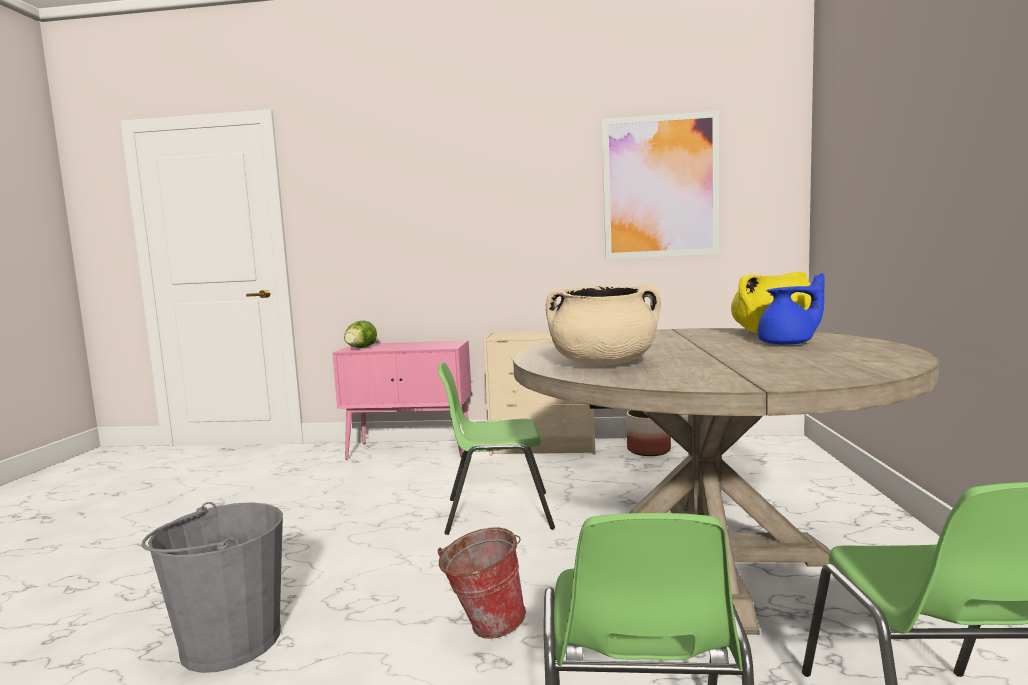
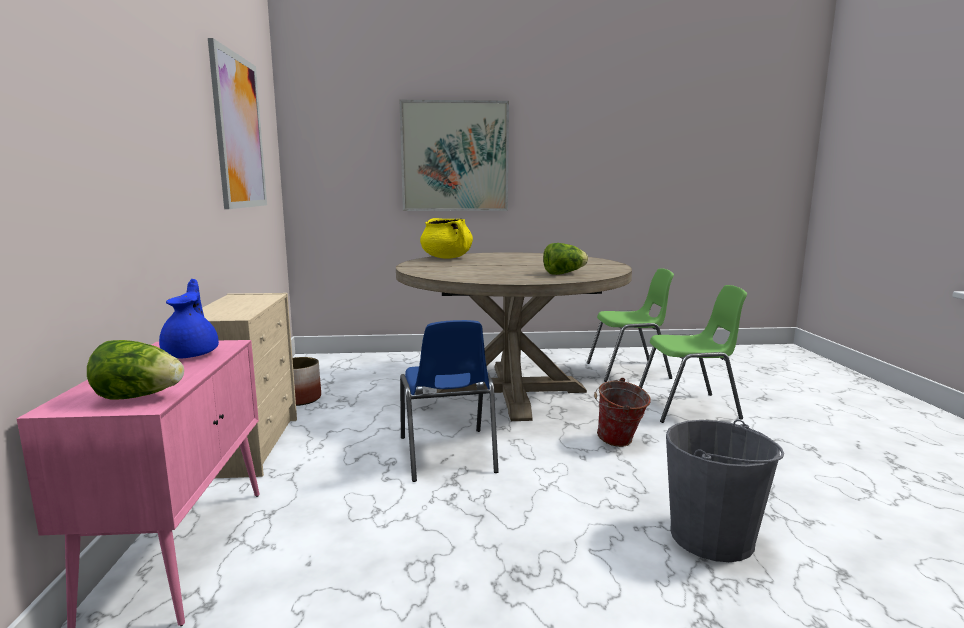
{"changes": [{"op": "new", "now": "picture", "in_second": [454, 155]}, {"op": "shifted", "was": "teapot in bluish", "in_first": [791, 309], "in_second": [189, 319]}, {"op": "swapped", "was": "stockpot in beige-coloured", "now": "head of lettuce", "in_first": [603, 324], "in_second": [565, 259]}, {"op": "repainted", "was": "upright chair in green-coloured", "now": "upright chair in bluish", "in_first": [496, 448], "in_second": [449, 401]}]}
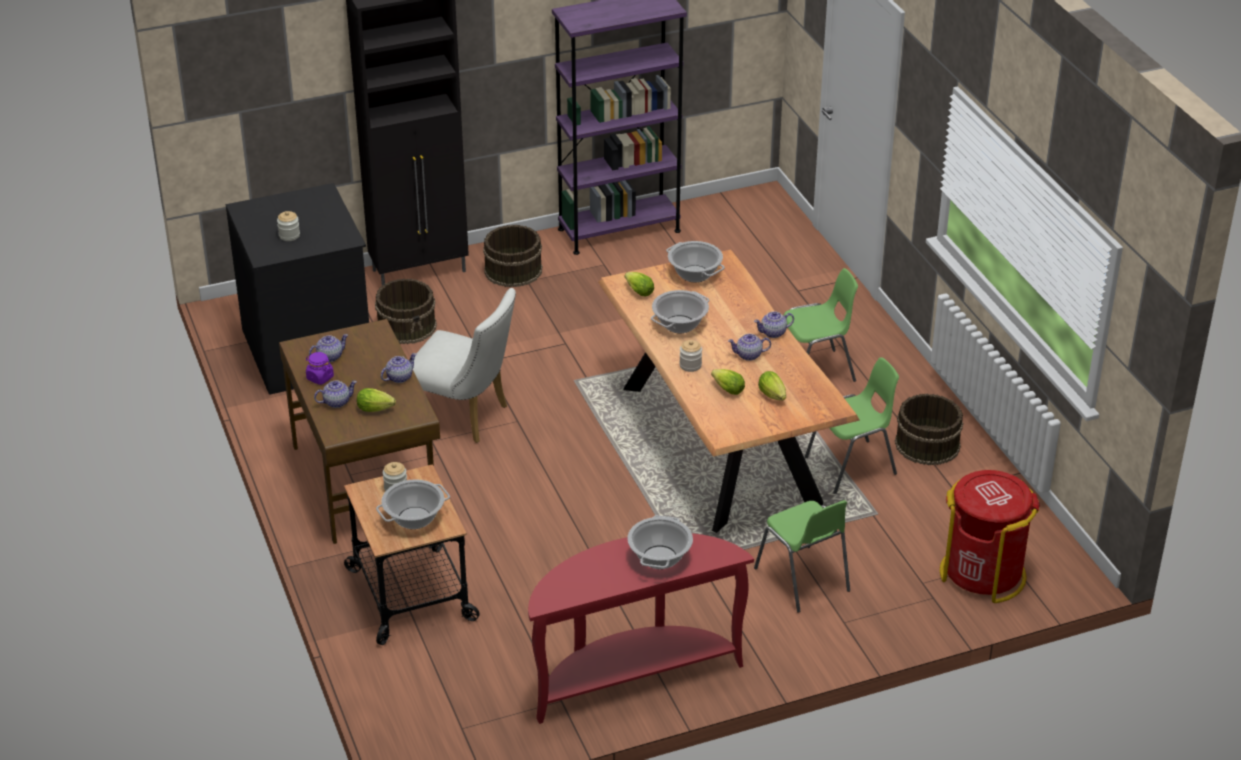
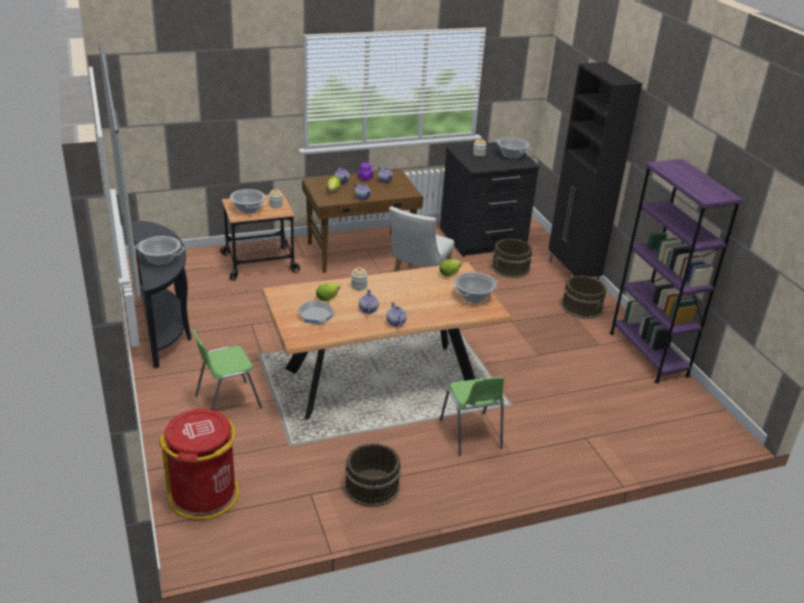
{"changes": [{"op": "gone", "was": "upright chair in green-coloured", "in_first": [852, 425]}, {"op": "shifted", "was": "stockpot", "in_first": [680, 311], "in_second": [513, 148]}, {"op": "swapped", "was": "head of lettuce", "now": "pan", "in_first": [772, 386], "in_second": [316, 312]}, {"op": "repainted", "was": "narrow table in red", "now": "narrow table in black", "in_first": [641, 628], "in_second": [161, 294]}]}
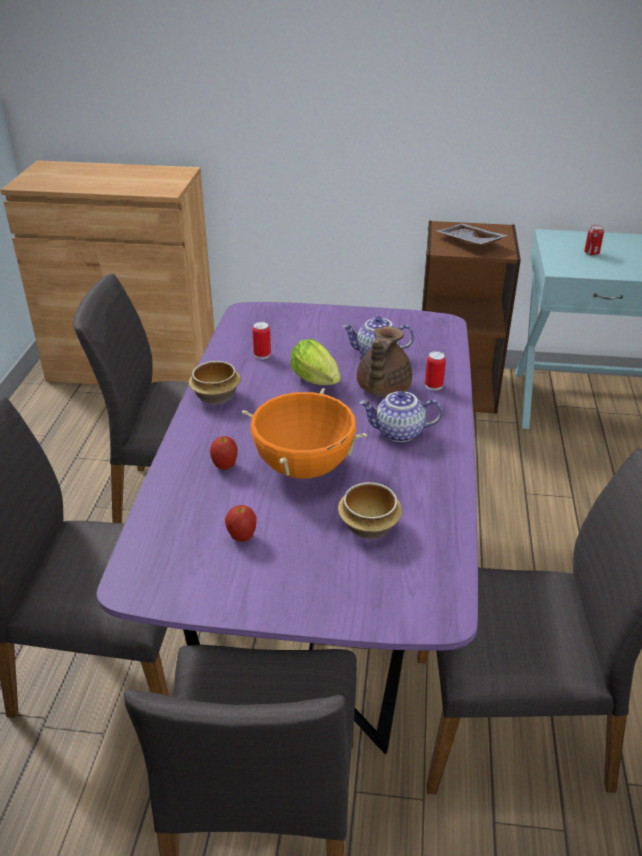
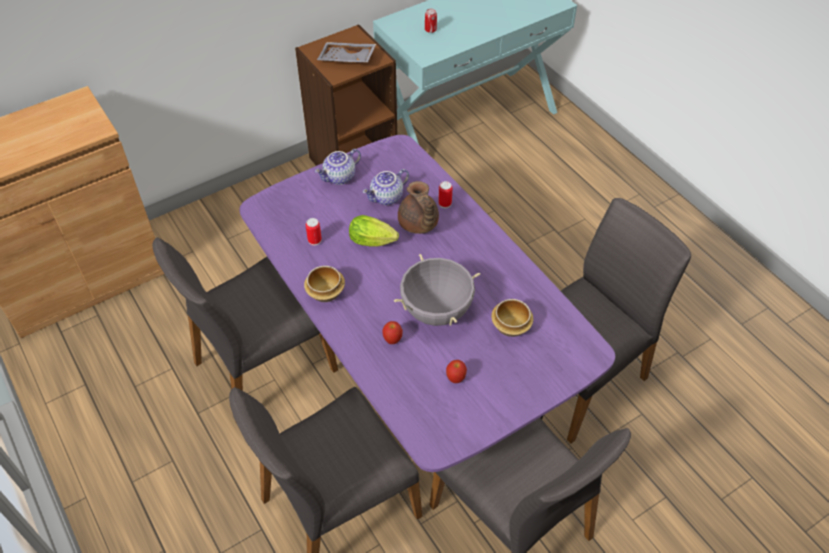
{"changes": [{"op": "shifted", "was": "teapot", "in_first": [400, 416], "in_second": [338, 167]}, {"op": "repainted", "was": "stockpot in orangey", "now": "stockpot in greyish", "in_first": [304, 433], "in_second": [437, 290]}]}
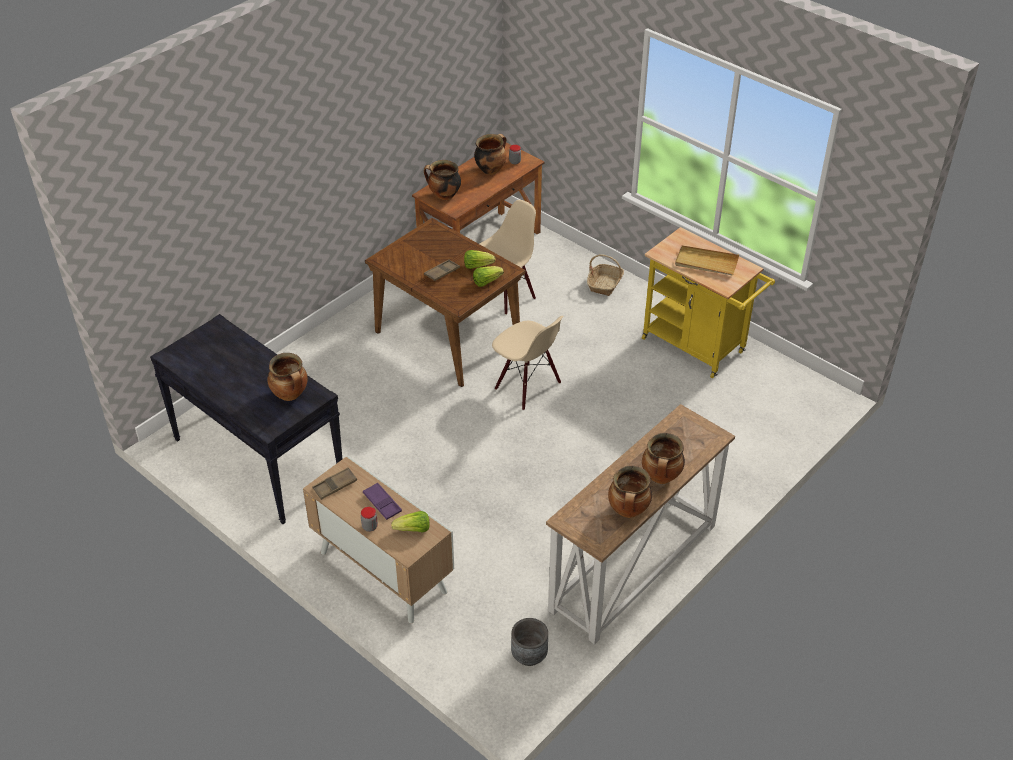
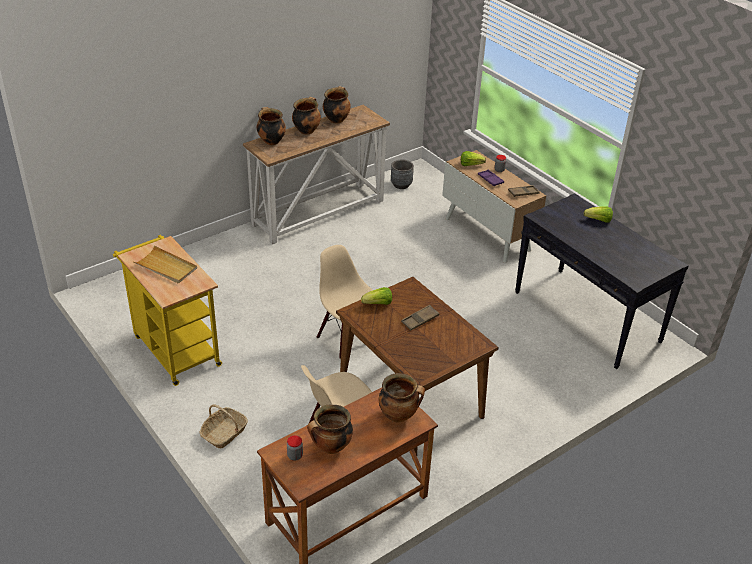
{"changes": [{"op": "shifted", "was": "stockpot", "in_first": [288, 377], "in_second": [271, 126]}, {"op": "shifted", "was": "head of lettuce", "in_first": [479, 259], "in_second": [598, 214]}]}
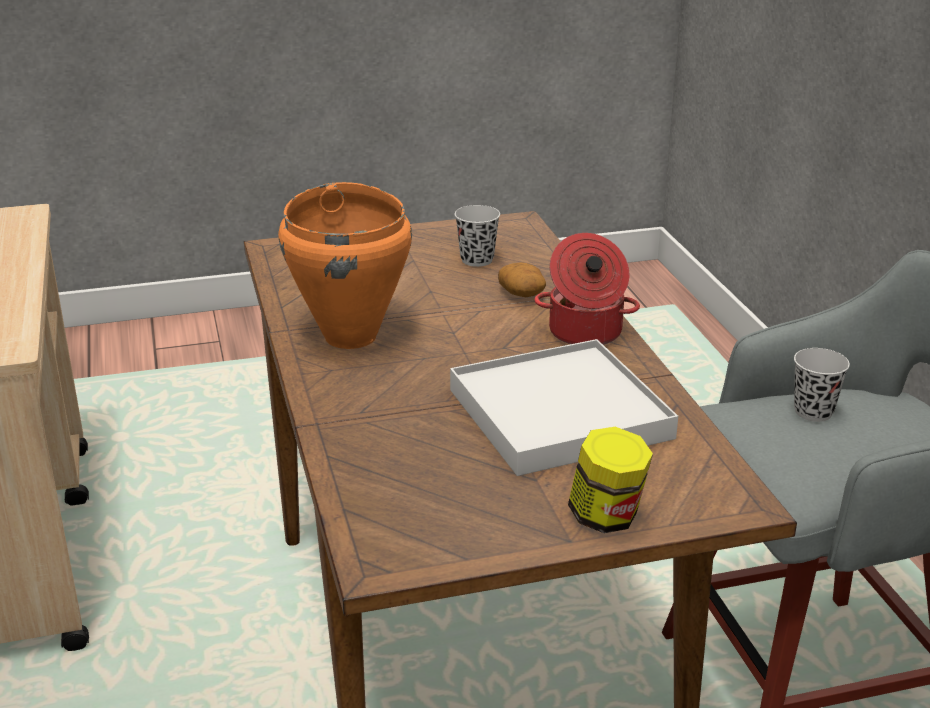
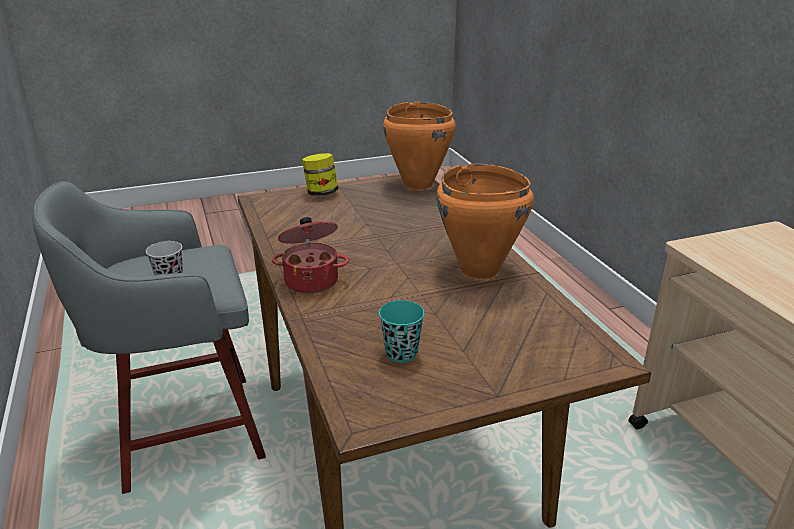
{"changes": [{"op": "gone", "was": "tray in whitish", "in_first": [564, 407]}, {"op": "gone", "was": "potato", "in_first": [522, 279]}, {"op": "new", "now": "stockpot in orangey", "in_second": [419, 146]}, {"op": "repainted", "was": "cup in black", "now": "cup in blue-green", "in_first": [477, 236], "in_second": [401, 331]}]}
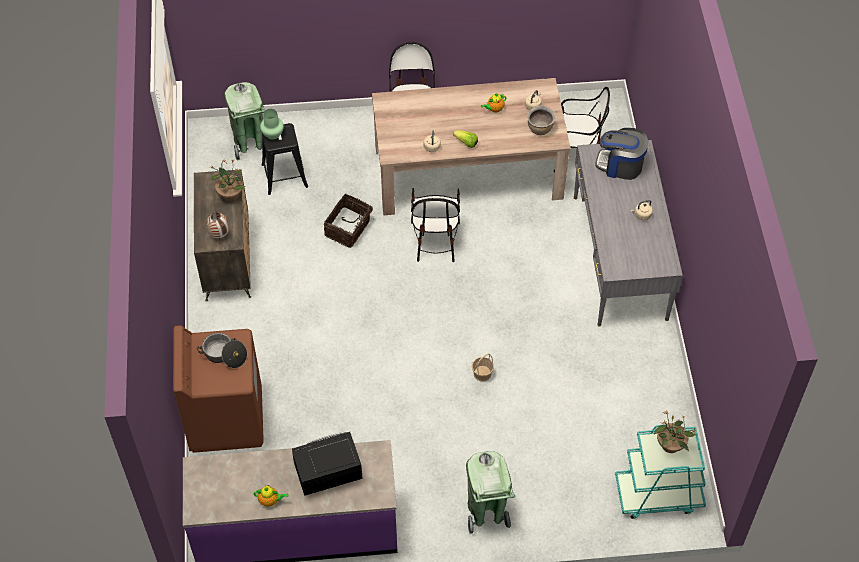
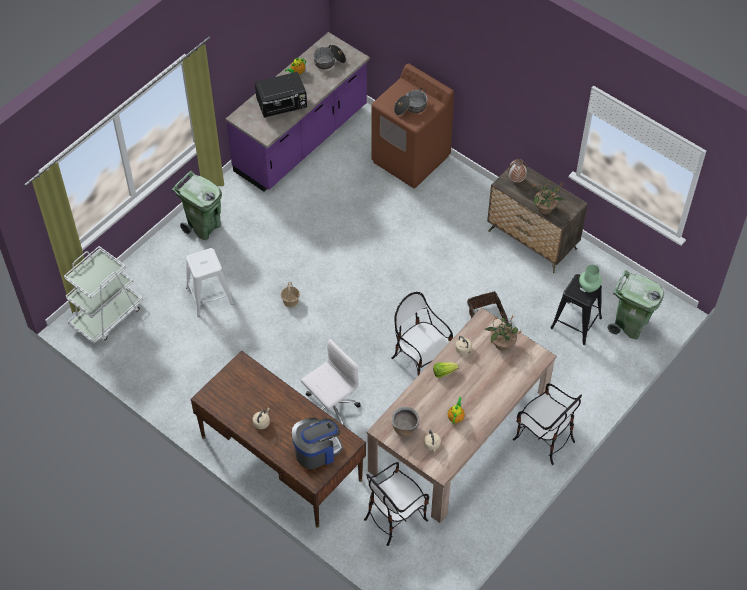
{"changes": [{"op": "new", "now": "stool in whitish", "in_second": [210, 282]}, {"op": "new", "now": "desk chair in whitish", "in_second": [331, 382]}, {"op": "new", "now": "stockpot", "in_second": [329, 57]}, {"op": "shifted", "was": "potted plant", "in_first": [675, 432], "in_second": [503, 331]}, {"op": "repainted", "was": "desk unit in greyish", "now": "desk unit in brown", "in_first": [628, 233], "in_second": [278, 439]}, {"op": "repainted", "was": "trolley in blue-green", "now": "trolley in whitish", "in_first": [660, 471], "in_second": [103, 294]}, {"op": "rotated", "was": "microwave in black", "in_first": [327, 463], "in_second": [281, 95], "clockwise": 45}]}
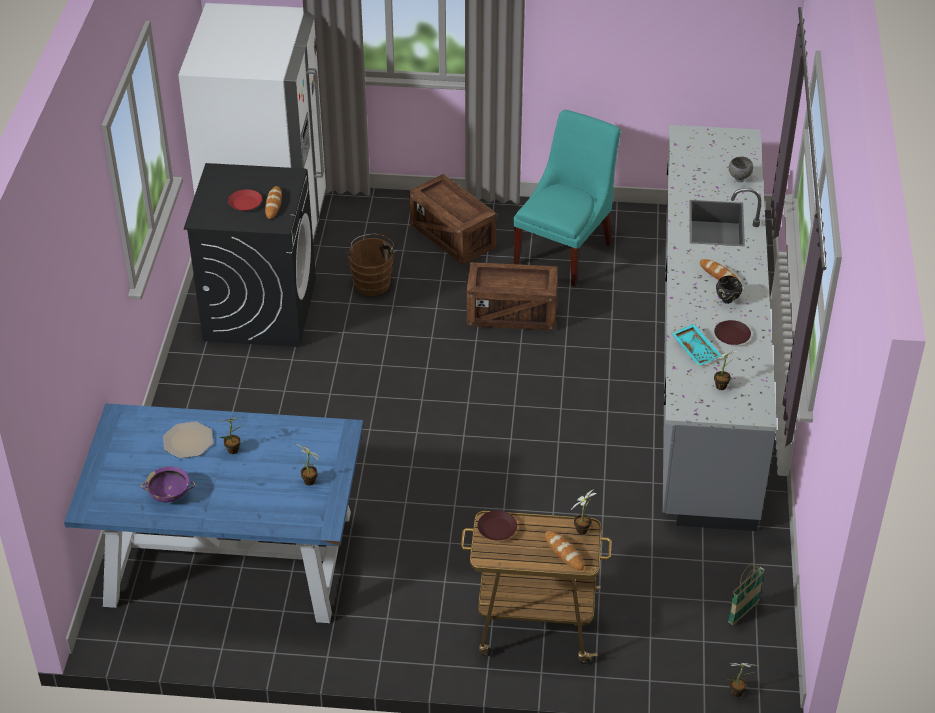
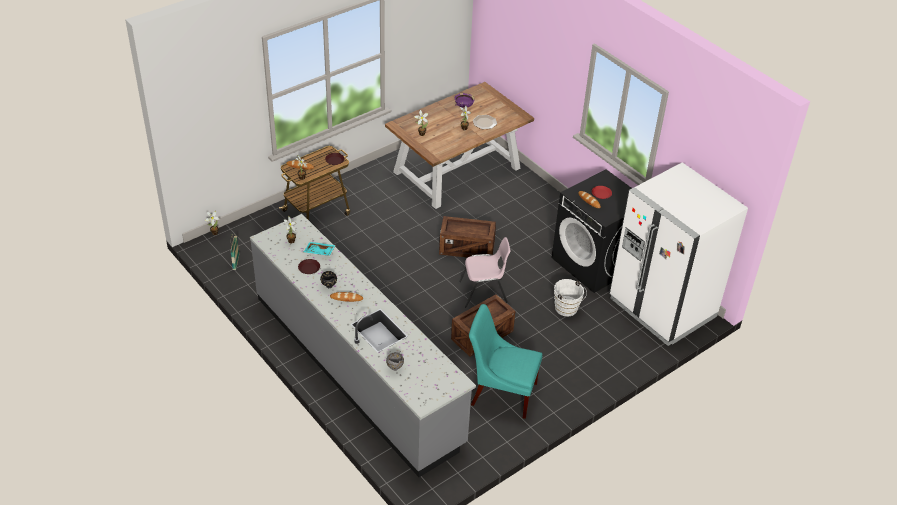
{"changes": [{"op": "new", "now": "upright chair in pinkish", "in_second": [484, 272]}, {"op": "shifted", "was": "packing crate", "in_first": [453, 219], "in_second": [467, 237]}, {"op": "repainted", "was": "dining table in bluish", "now": "dining table in brown", "in_first": [213, 513], "in_second": [459, 145]}, {"op": "repainted", "was": "bucket in brown", "now": "bucket in whitish", "in_first": [371, 265], "in_second": [570, 297]}, {"op": "rotated", "was": "upright chair in blue-green", "in_first": [567, 198], "in_second": [505, 361], "clockwise": 120}]}
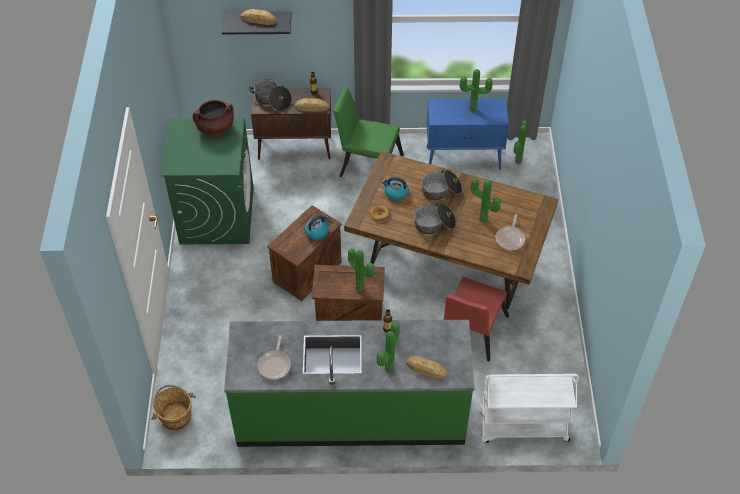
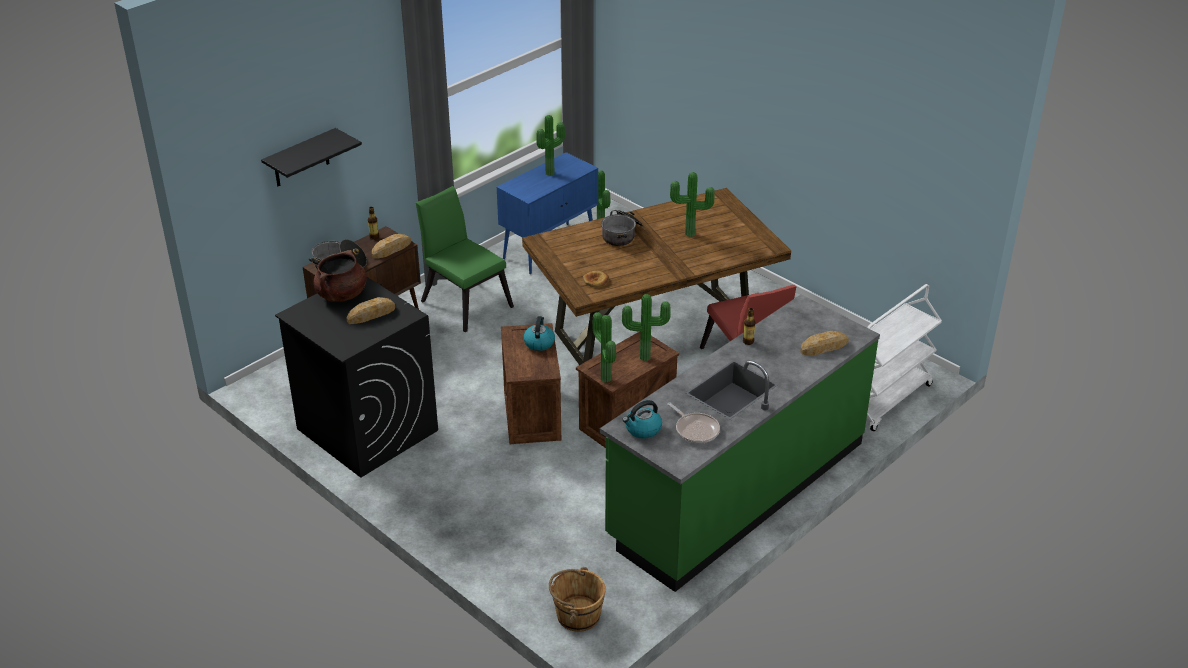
{"changes": [{"op": "gone", "was": "stockpot", "in_first": [435, 218]}, {"op": "gone", "was": "pan", "in_first": [510, 232]}, {"op": "shifted", "was": "bread", "in_first": [258, 17], "in_second": [370, 310]}, {"op": "shifted", "was": "potted plant", "in_first": [388, 347], "in_second": [604, 347]}, {"op": "shifted", "was": "kettle", "in_first": [395, 189], "in_second": [642, 419]}, {"op": "repainted", "was": "laundry machine in green-coloured", "now": "laundry machine in black", "in_first": [207, 181], "in_second": [356, 377]}, {"op": "rotated", "was": "upright chair in green-coloured", "in_first": [368, 131], "in_second": [465, 259], "clockwise": 75}]}
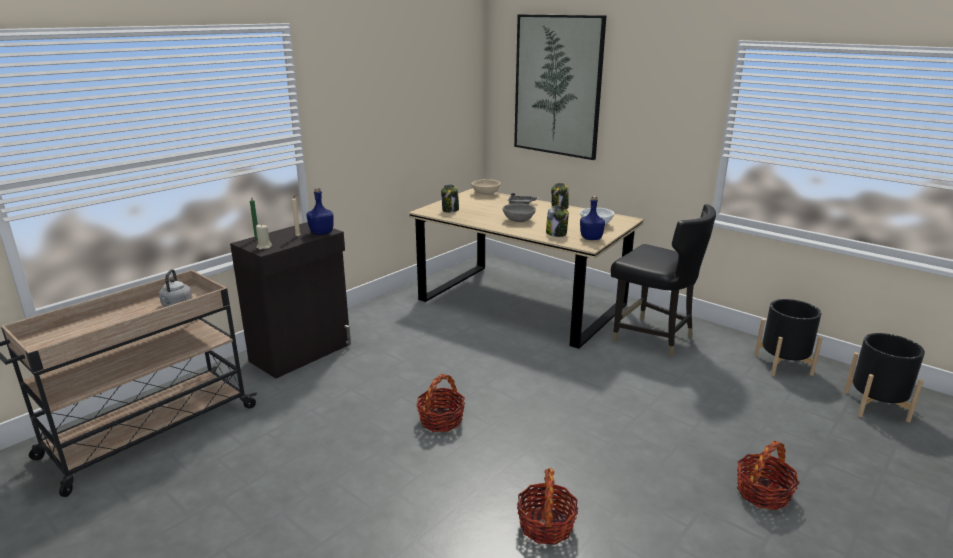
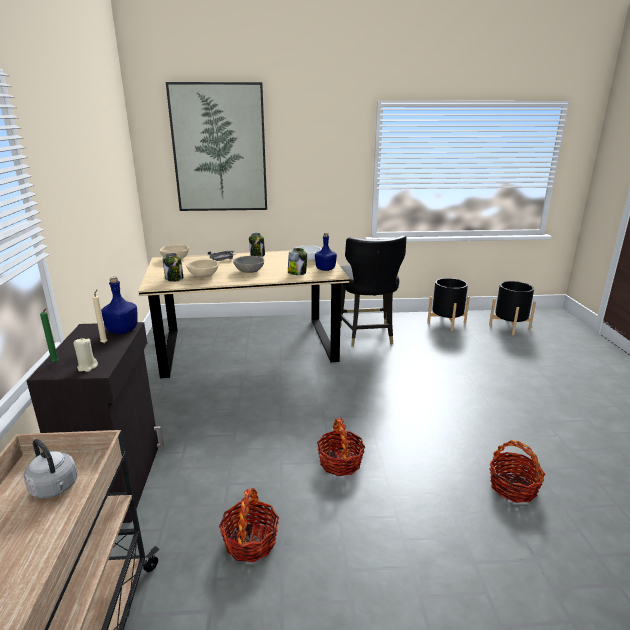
{"changes": [{"op": "new", "now": "bowl in beige-coloured", "in_second": [202, 268]}, {"op": "shifted", "was": "household basket", "in_first": [768, 475], "in_second": [249, 525]}, {"op": "rotated", "was": "upright chair in black", "in_first": [663, 280], "in_second": [373, 291], "clockwise": 90}]}
